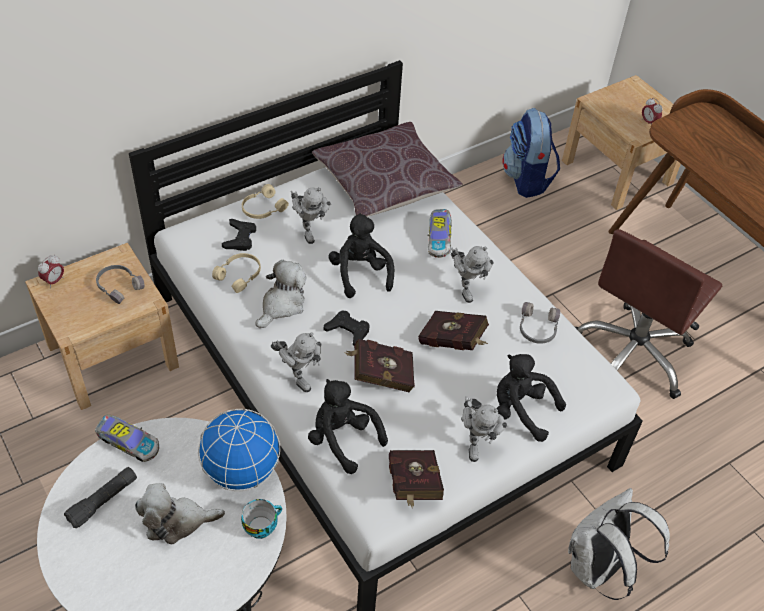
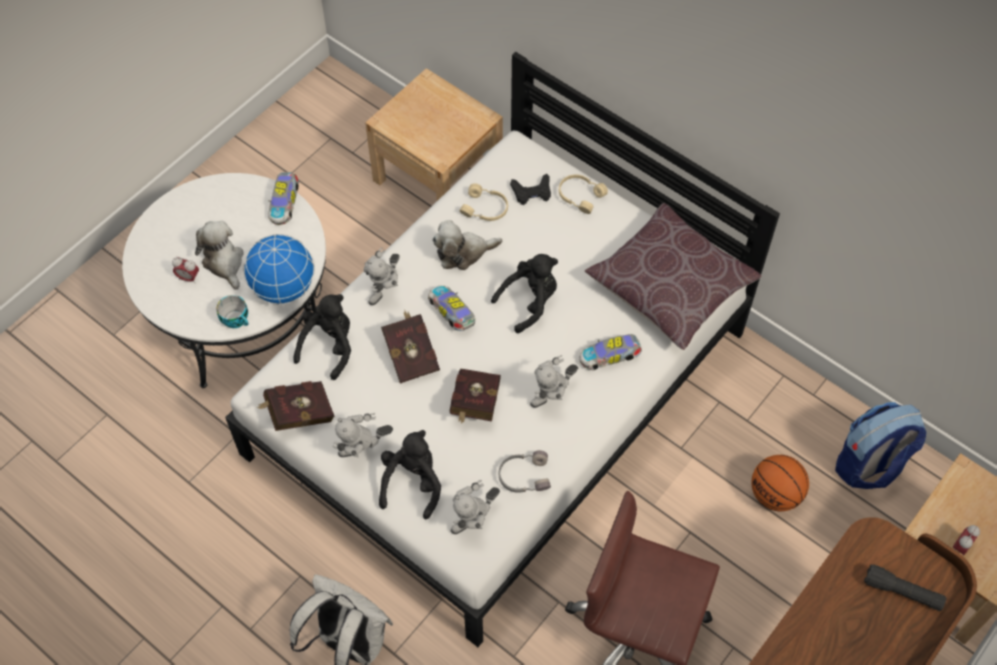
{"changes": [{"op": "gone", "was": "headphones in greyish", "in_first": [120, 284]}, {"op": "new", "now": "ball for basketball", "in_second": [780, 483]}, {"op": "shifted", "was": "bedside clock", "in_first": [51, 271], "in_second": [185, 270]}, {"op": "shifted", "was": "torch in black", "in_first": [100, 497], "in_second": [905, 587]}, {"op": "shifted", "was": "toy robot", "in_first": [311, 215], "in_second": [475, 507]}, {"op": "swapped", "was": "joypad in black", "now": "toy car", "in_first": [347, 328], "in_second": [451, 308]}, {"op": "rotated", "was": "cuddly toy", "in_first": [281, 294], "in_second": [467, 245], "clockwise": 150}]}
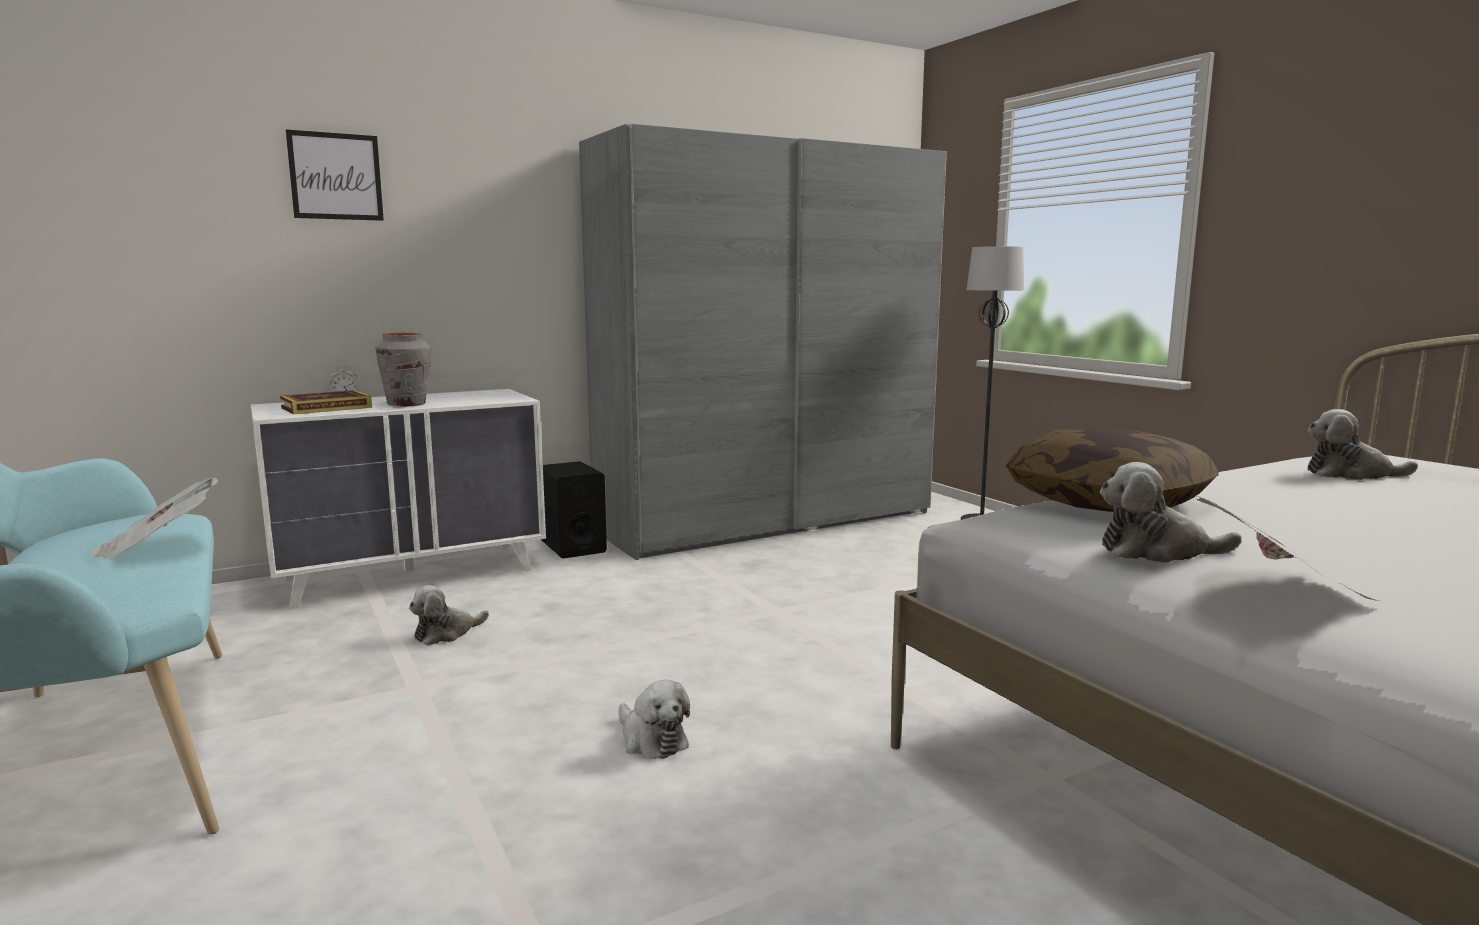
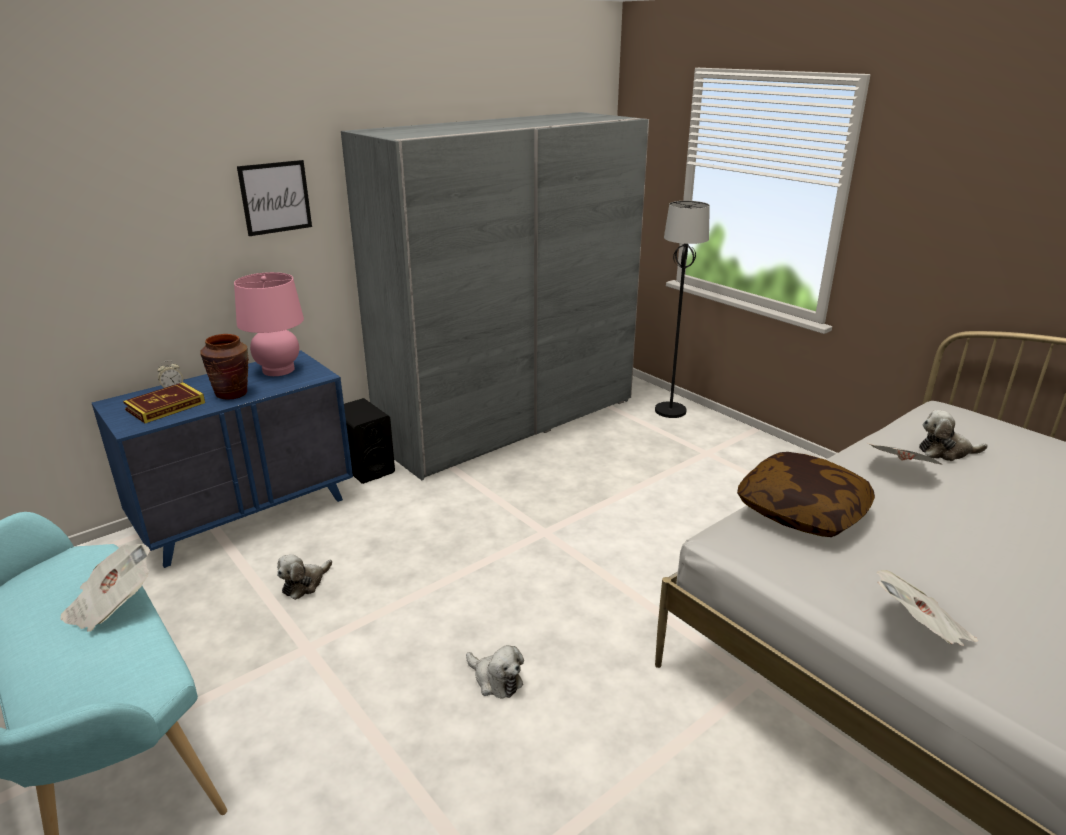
{"changes": [{"op": "gone", "was": "cuddly toy", "in_first": [1171, 512]}, {"op": "new", "now": "lamp for a table in pinkish", "in_second": [269, 324]}, {"op": "new", "now": "newspaper", "in_second": [905, 454]}, {"op": "shifted", "was": "picture", "in_first": [335, 175], "in_second": [274, 198]}, {"op": "repainted", "was": "chest of drawers in whitish", "now": "chest of drawers in bluish", "in_first": [398, 499], "in_second": [222, 459]}, {"op": "repainted", "was": "decorative vase in greyish", "now": "decorative vase in brown", "in_first": [403, 370], "in_second": [224, 366]}]}
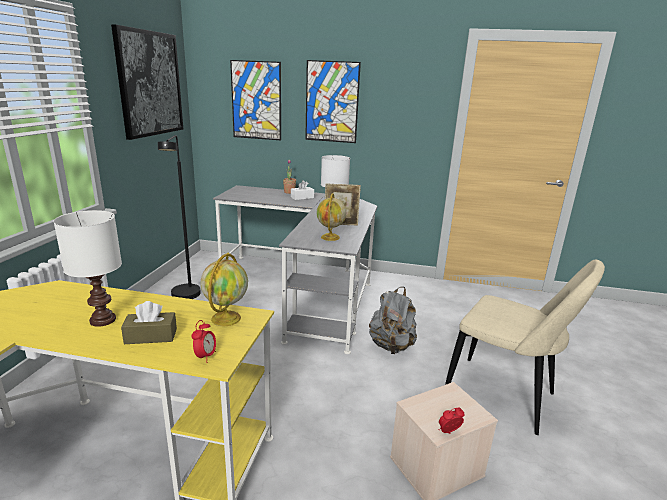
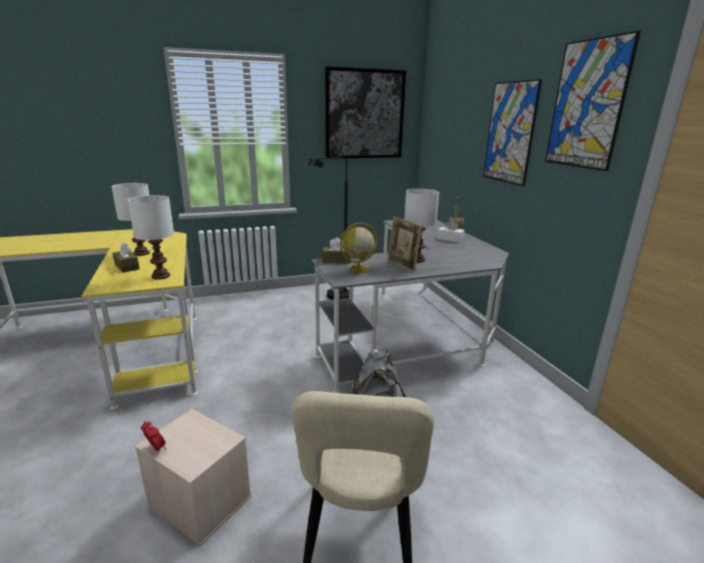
{"changes": [{"op": "gone", "was": "bedside clock", "in_first": [203, 341]}, {"op": "new", "now": "tissue holder in brown", "in_second": [336, 250]}, {"op": "shifted", "was": "picture", "in_first": [255, 100], "in_second": [593, 101]}, {"op": "swapped", "was": "desk globe", "now": "lamp for a table in whitish", "in_first": [224, 289], "in_second": [151, 237]}]}
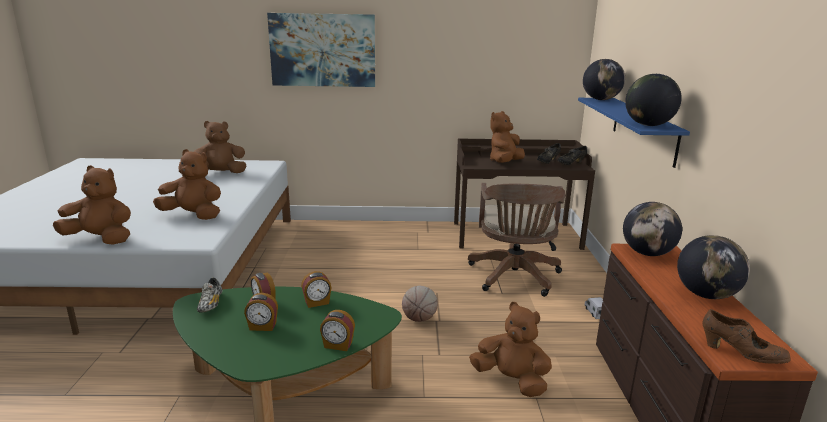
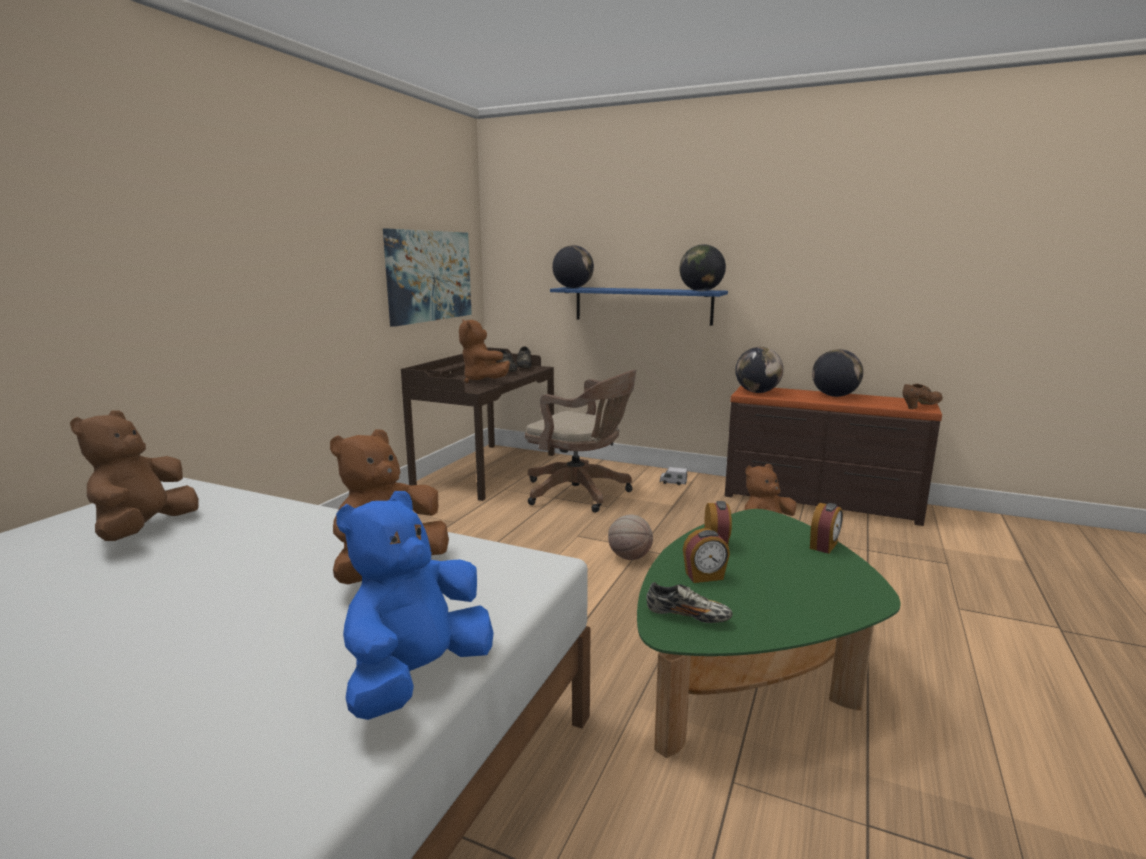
{"changes": [{"op": "gone", "was": "bedside clock", "in_first": [261, 312]}, {"op": "shifted", "was": "picture", "in_first": [321, 50], "in_second": [427, 278]}, {"op": "repainted", "was": "cuddly toy in brown", "now": "cuddly toy in bluish", "in_first": [92, 205], "in_second": [415, 605]}]}
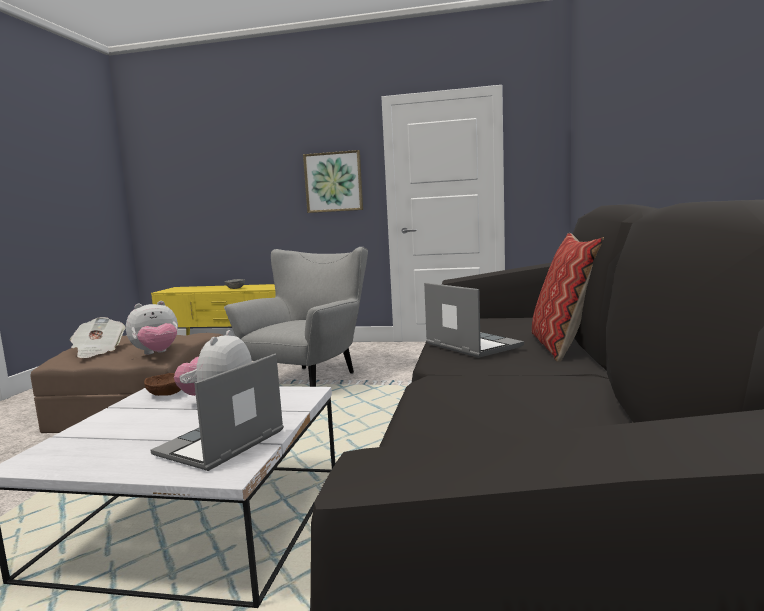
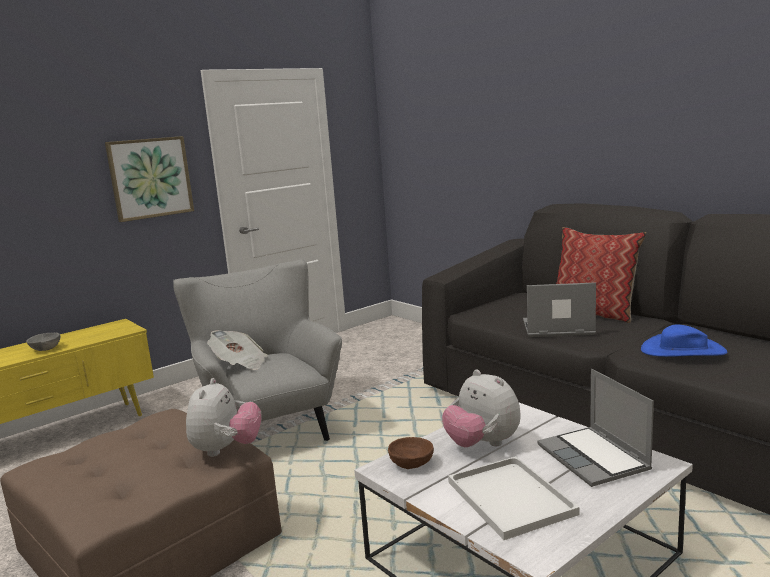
{"changes": [{"op": "new", "now": "tray in whitish", "in_second": [513, 498]}, {"op": "new", "now": "wearable hat in bluish", "in_second": [684, 341]}, {"op": "shifted", "was": "newspaper", "in_first": [98, 337], "in_second": [237, 350]}]}
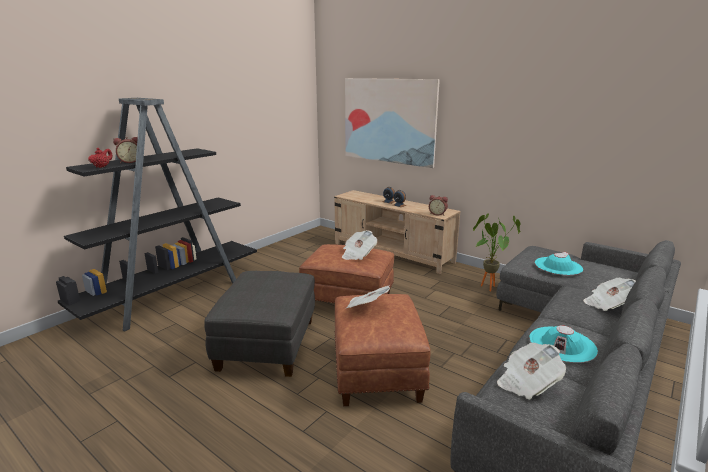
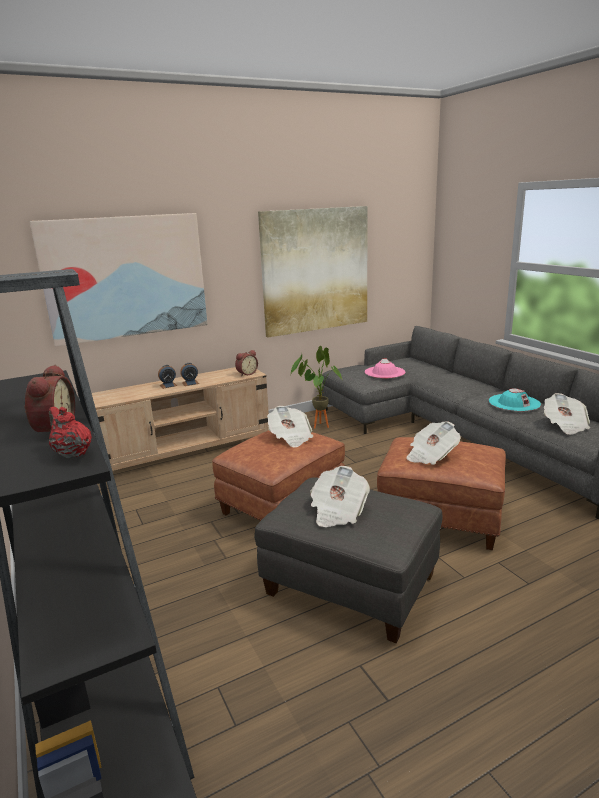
{"changes": [{"op": "new", "now": "picture", "in_second": [313, 272]}, {"op": "shifted", "was": "newspaper", "in_first": [609, 294], "in_second": [340, 496]}, {"op": "repainted", "was": "wearable hat in blue-green", "now": "wearable hat in pinkish", "in_first": [559, 263], "in_second": [385, 368]}]}
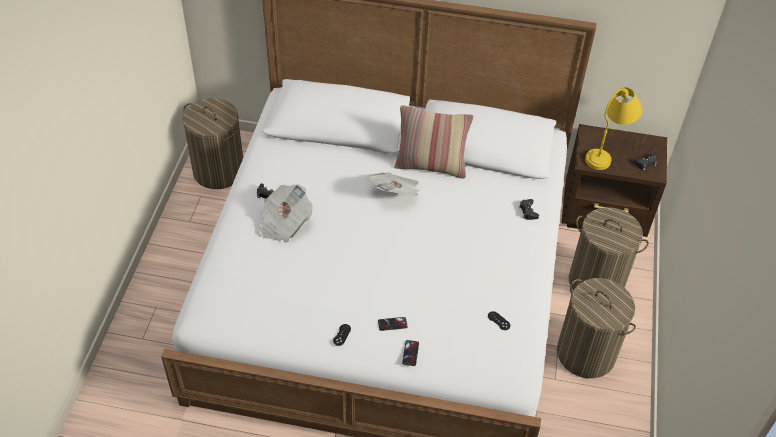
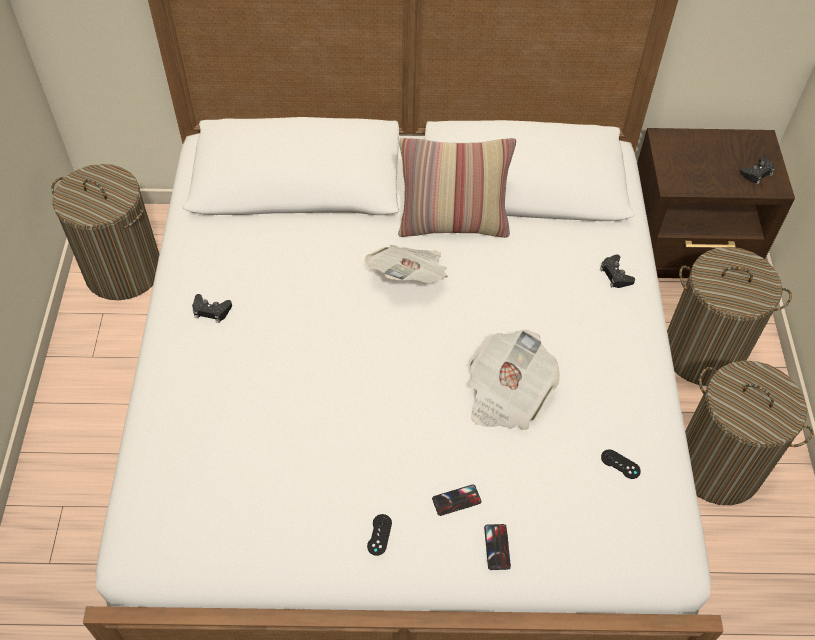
{"changes": [{"op": "gone", "was": "lamp for a table in yellow", "in_first": [613, 128]}, {"op": "shifted", "was": "newspaper", "in_first": [285, 213], "in_second": [514, 380]}]}
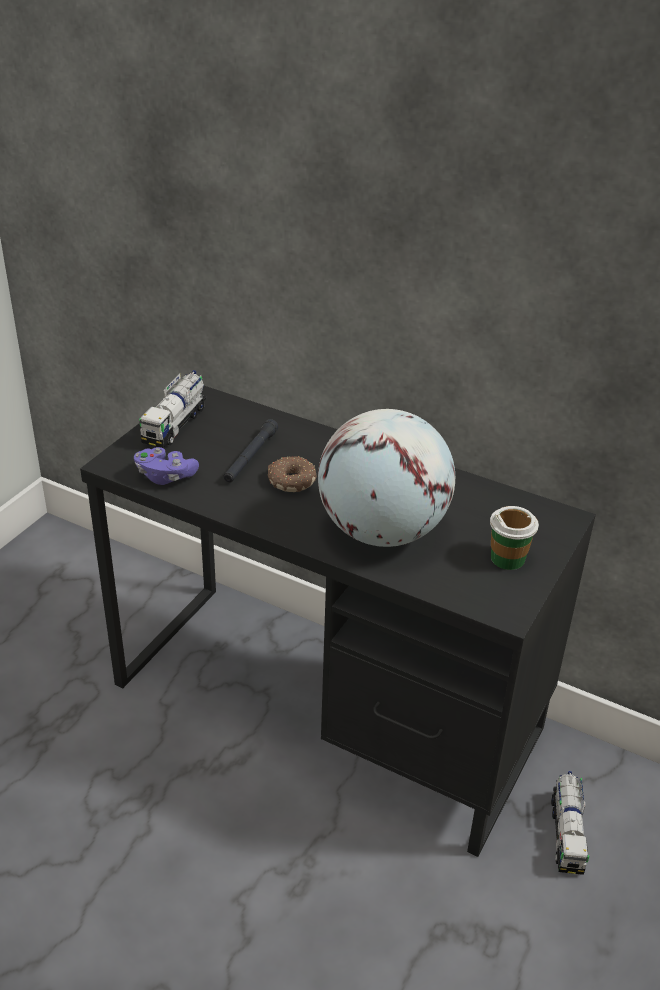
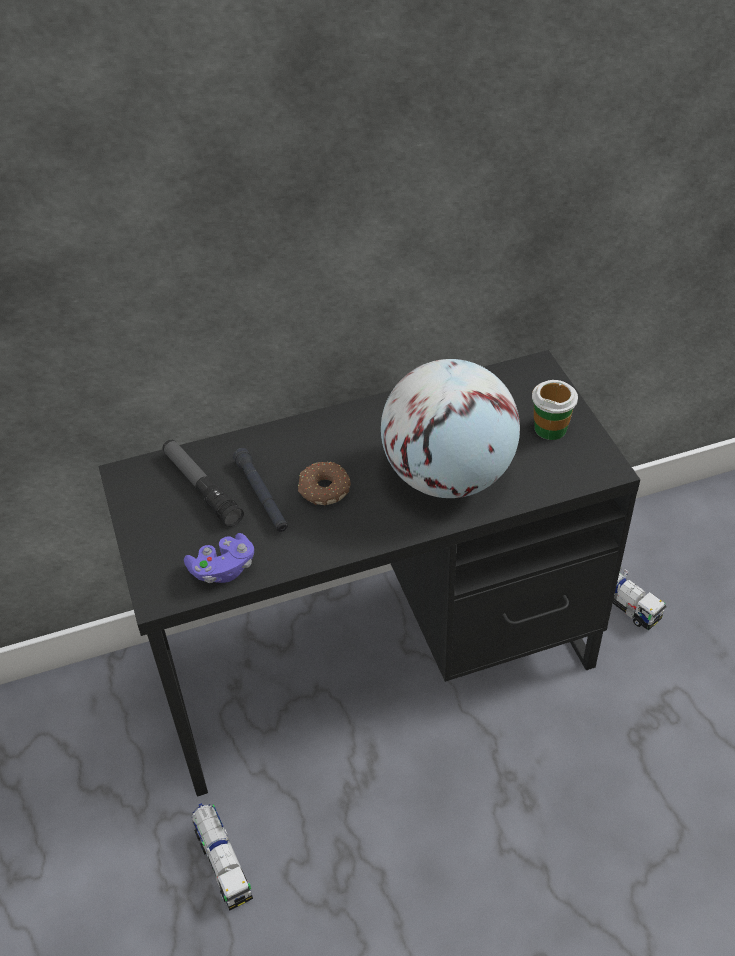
{"changes": [{"op": "new", "now": "torch", "in_second": [203, 483]}, {"op": "shifted", "was": "toy lorry", "in_first": [173, 409], "in_second": [222, 857]}]}
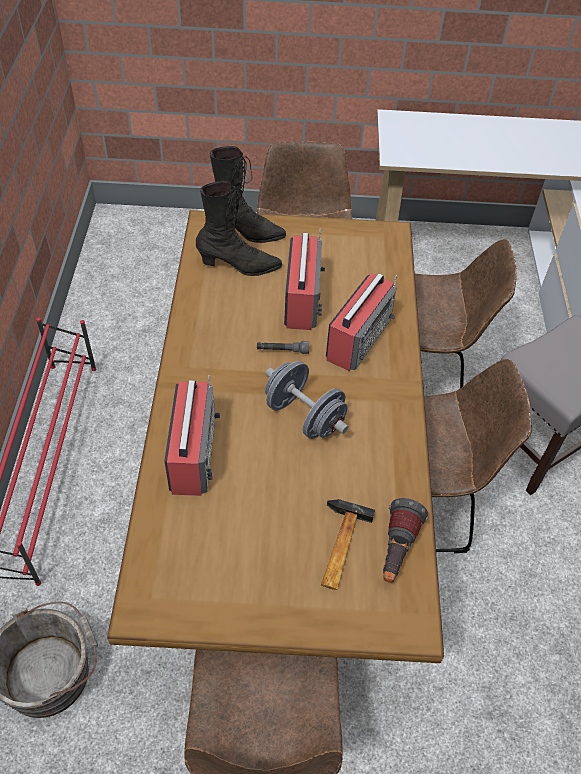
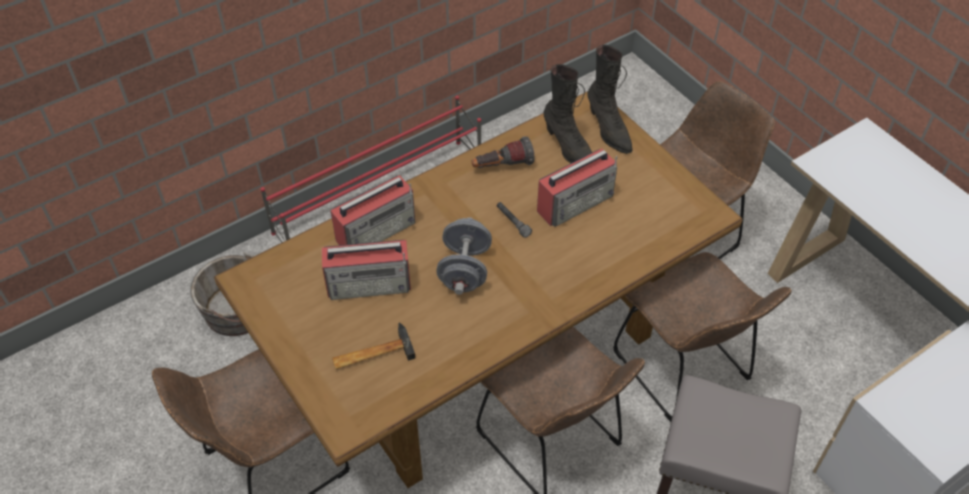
{"changes": [{"op": "shifted", "was": "radio receiver", "in_first": [361, 322], "in_second": [366, 270]}, {"op": "shifted", "was": "torch", "in_first": [405, 540], "in_second": [503, 152]}]}
